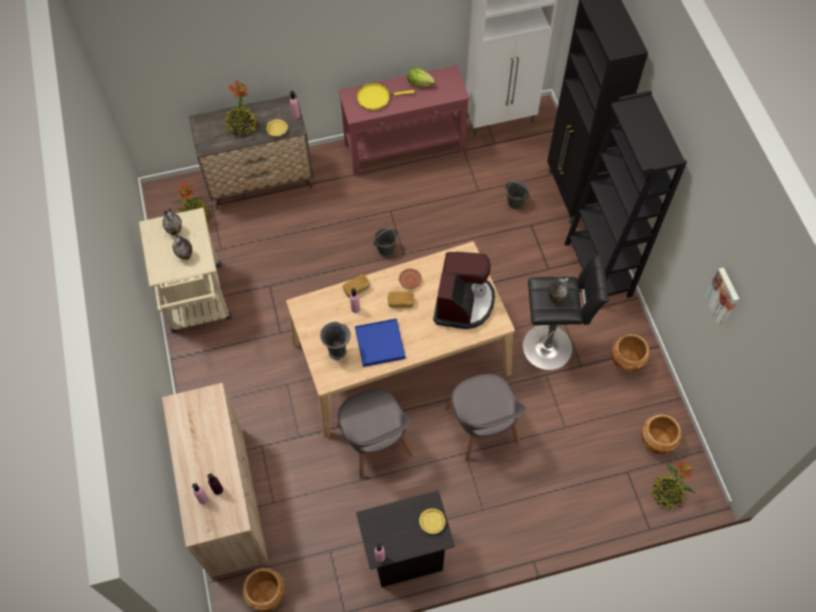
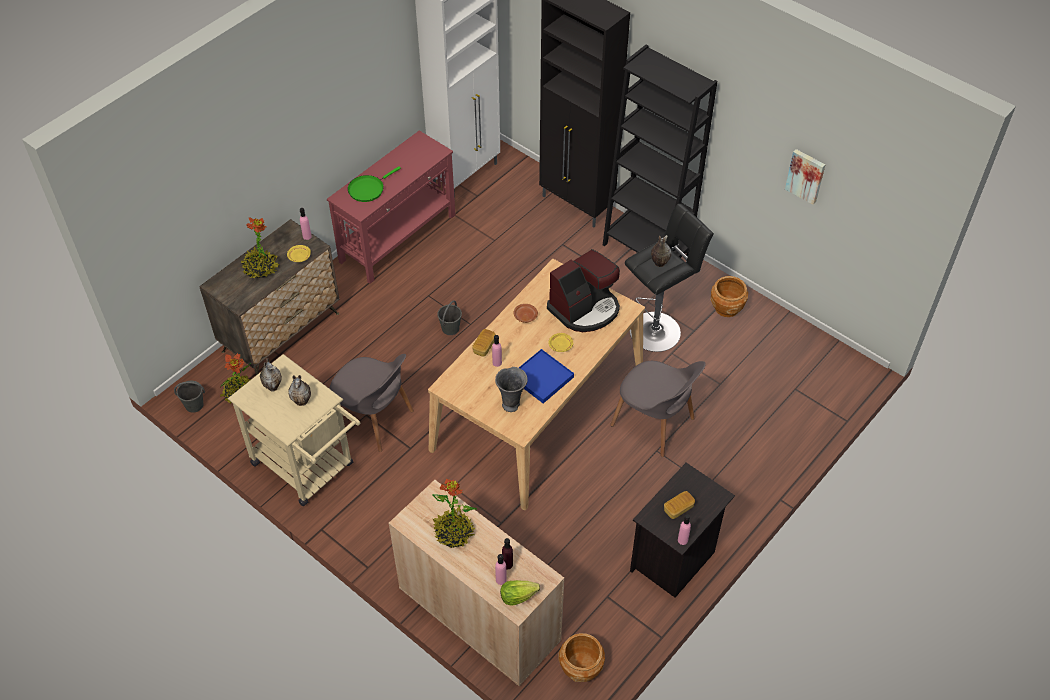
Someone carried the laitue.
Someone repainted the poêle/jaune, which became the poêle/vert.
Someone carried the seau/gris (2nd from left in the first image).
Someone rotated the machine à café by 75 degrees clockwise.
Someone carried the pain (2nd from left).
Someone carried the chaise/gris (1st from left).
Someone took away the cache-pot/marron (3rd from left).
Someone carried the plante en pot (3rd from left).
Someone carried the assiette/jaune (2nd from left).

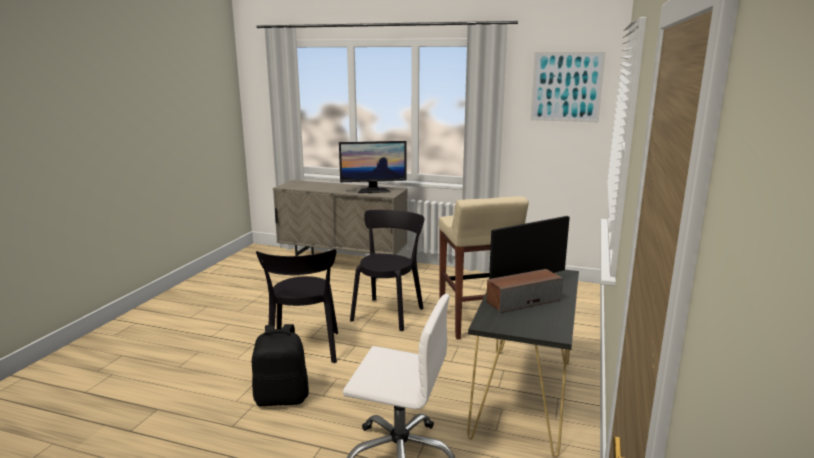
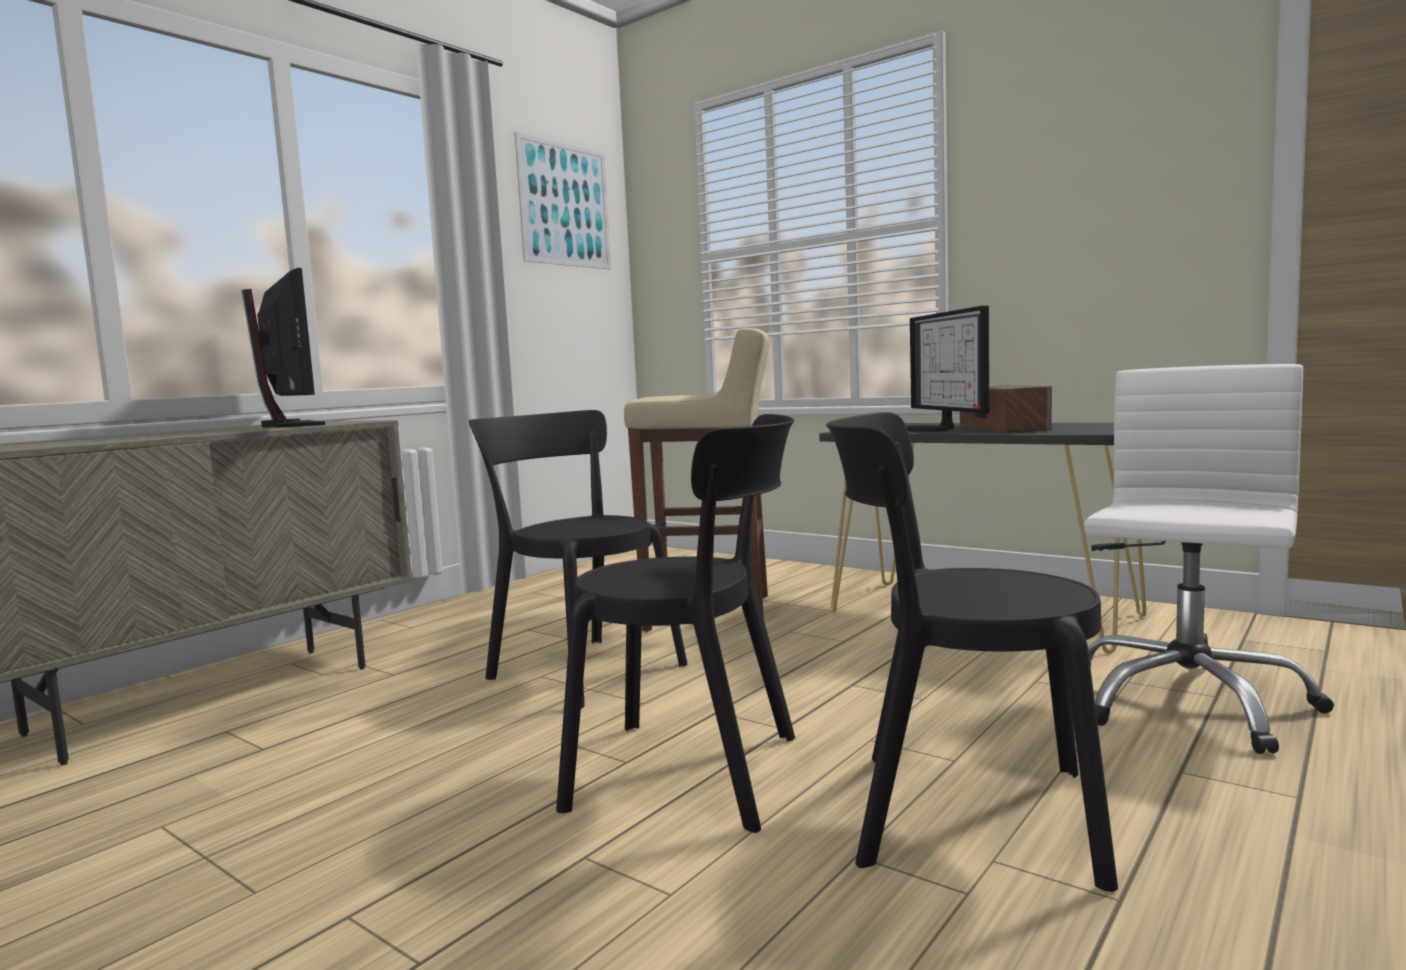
Someone rotated the écran d'ordinateur (1st from left) by 45 degrees counterclockwise.
Someone swapped the sac à dos/noir for the chaise/noir (3rd from left).

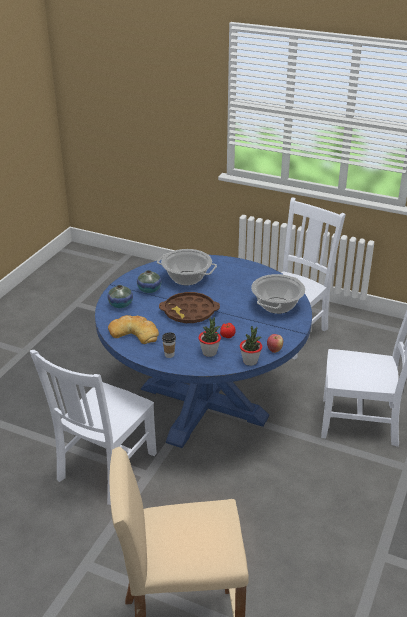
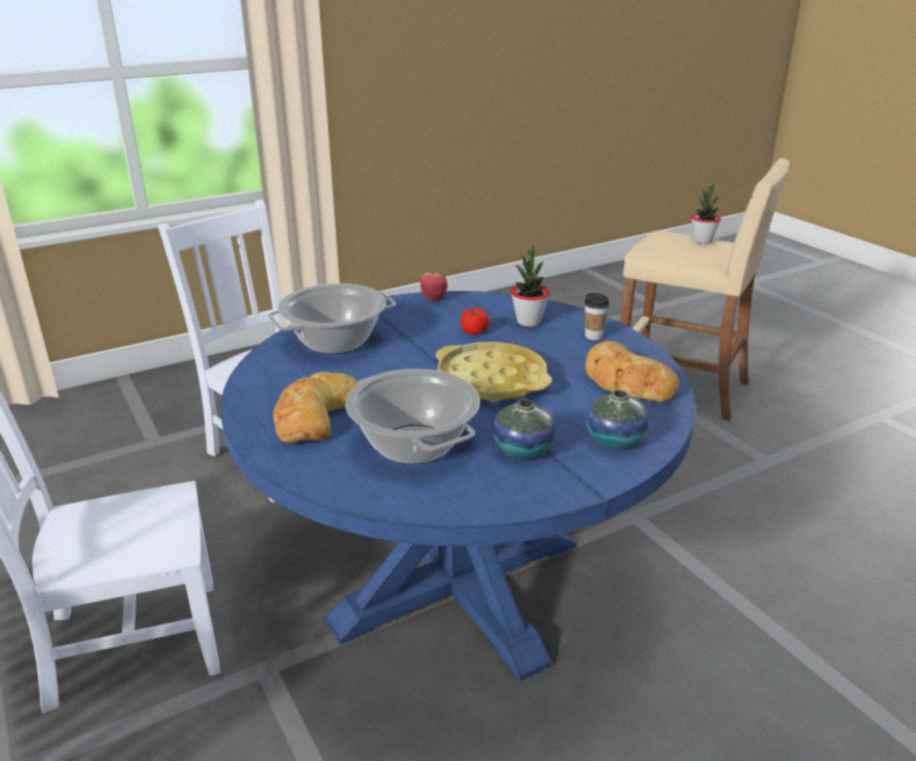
Someone repainted the plateau/marron, which became the plateau/jaune.
Someone carried the plante en pot (2nd from left).
Someone took away the chaise/blanc (1st from left).
Someone put down the pain (1st from left).

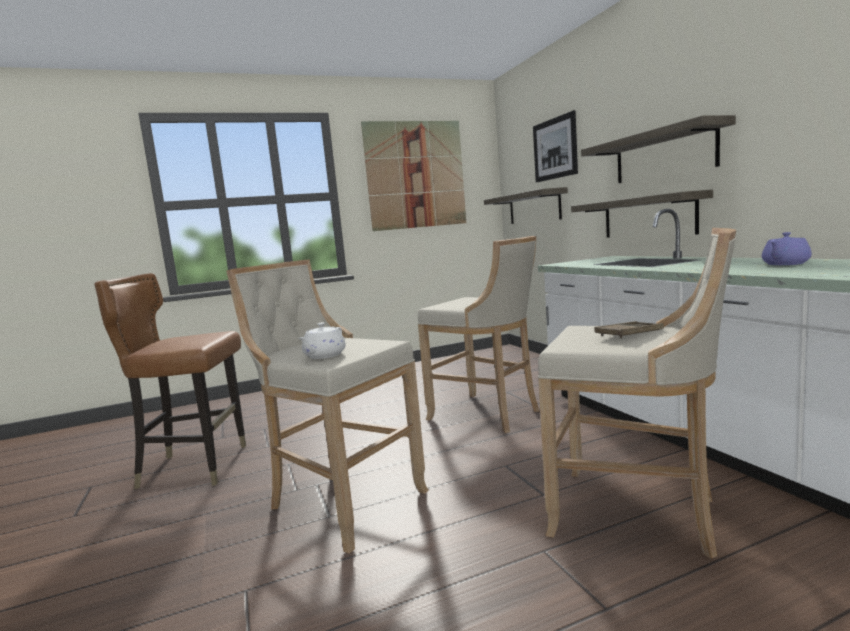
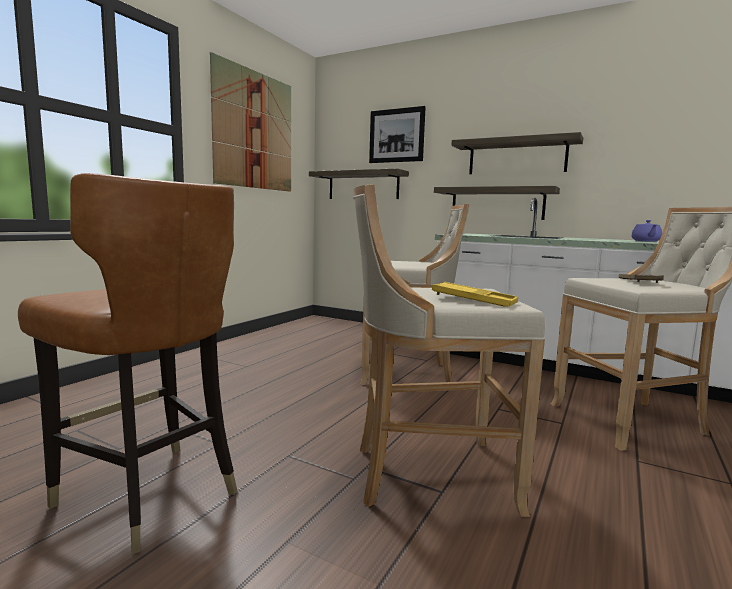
Someone rotated the chaise/marron by 105 degrees counterclockwise.
Someone swapped the théière/blanc for the plateau/jaune.

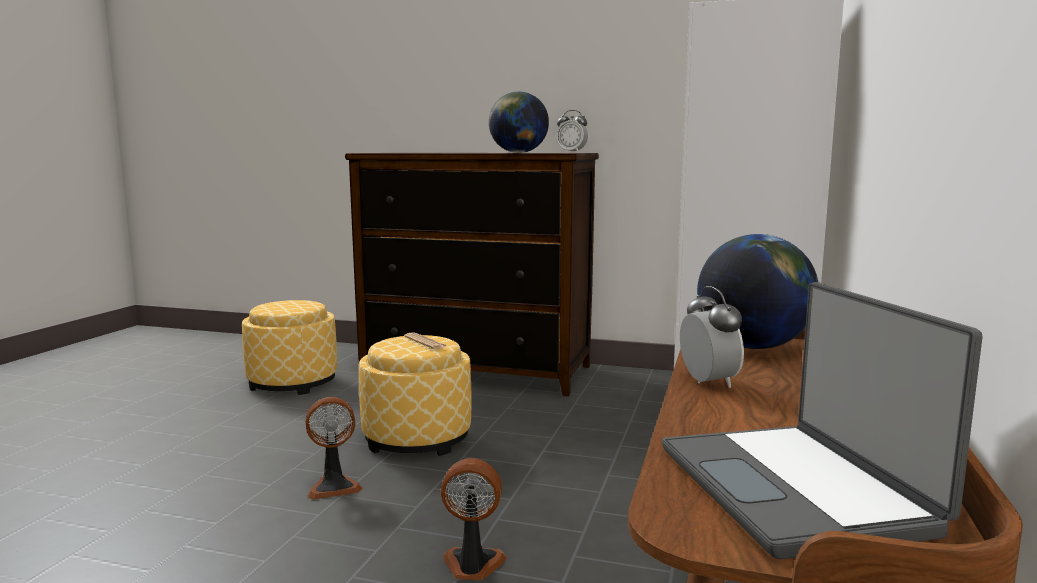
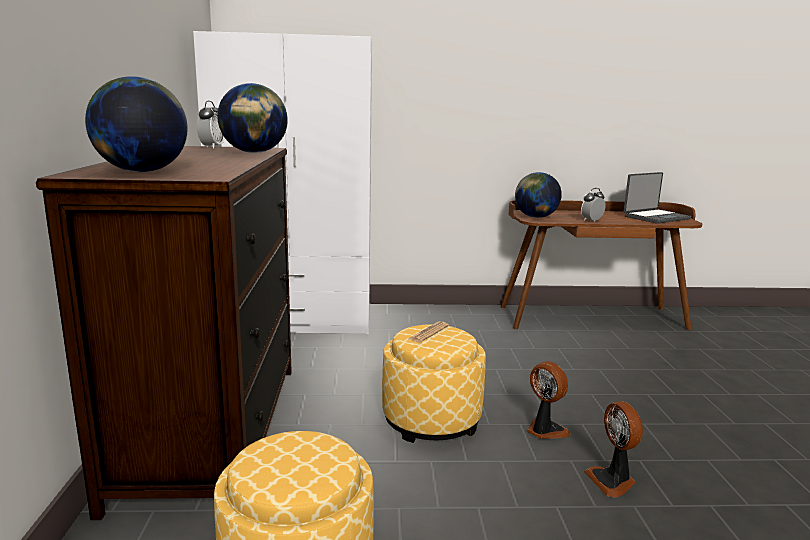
Someone carried the ventilateur (2nd from left).
Someone put down the globe (1st from left).

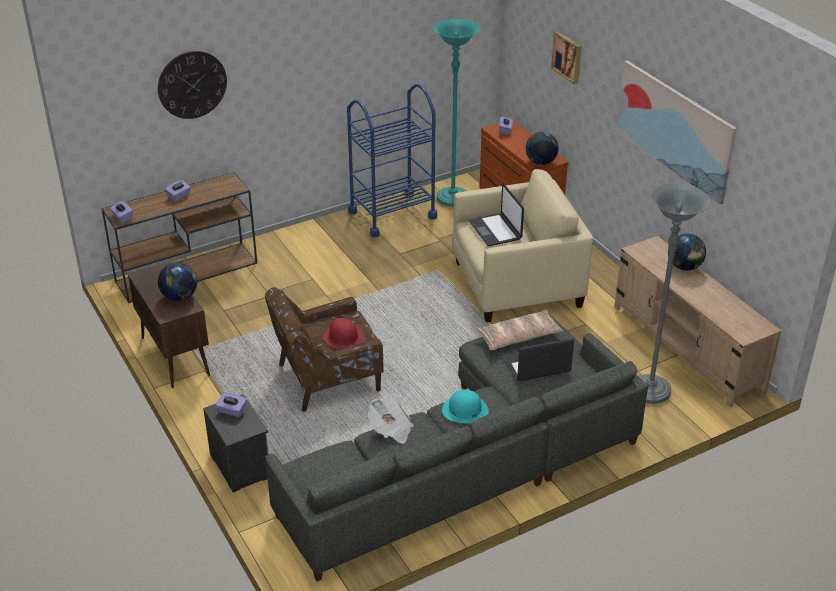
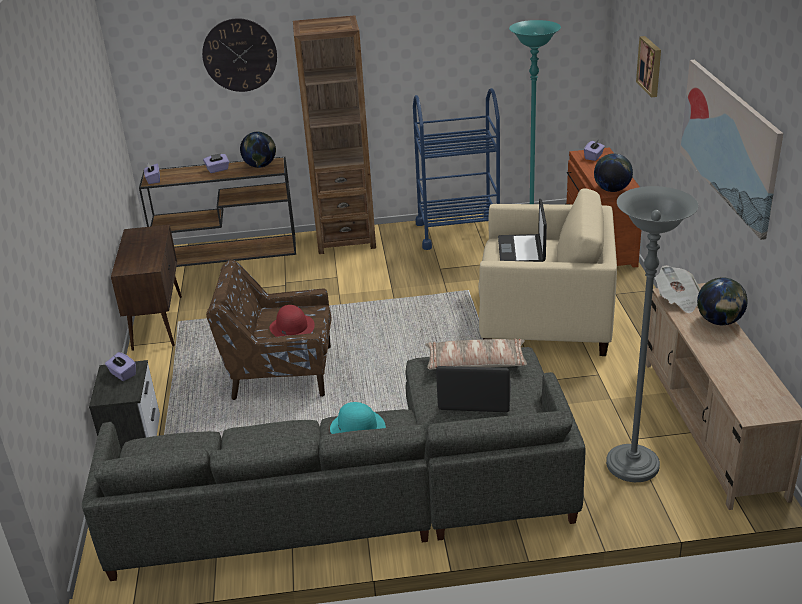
Someone carried the globe (1st from left).
Someone carried the journal.
Someone put down the bibliothèque/marron.

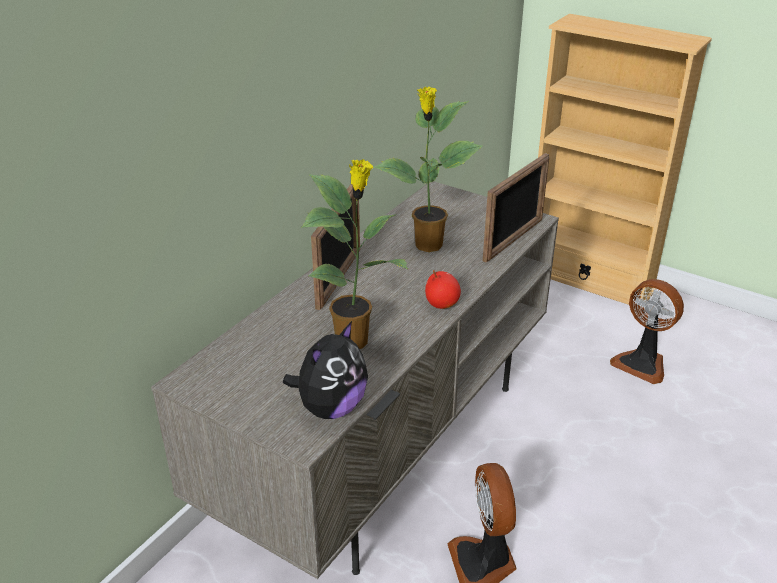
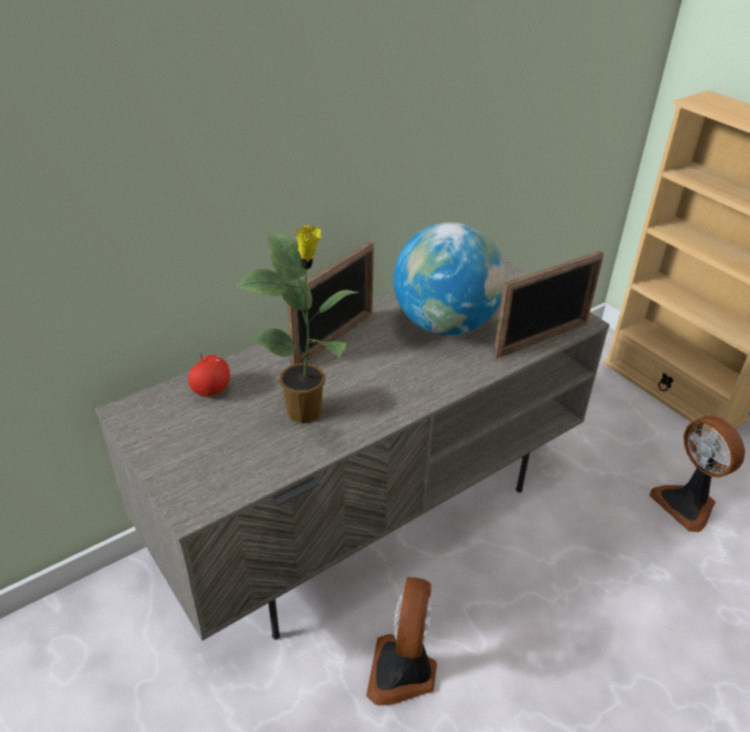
Someone swapped the plante en pot (2nd from left) for the globe.
Someone carried the pomme.
Someone took away the peluche.

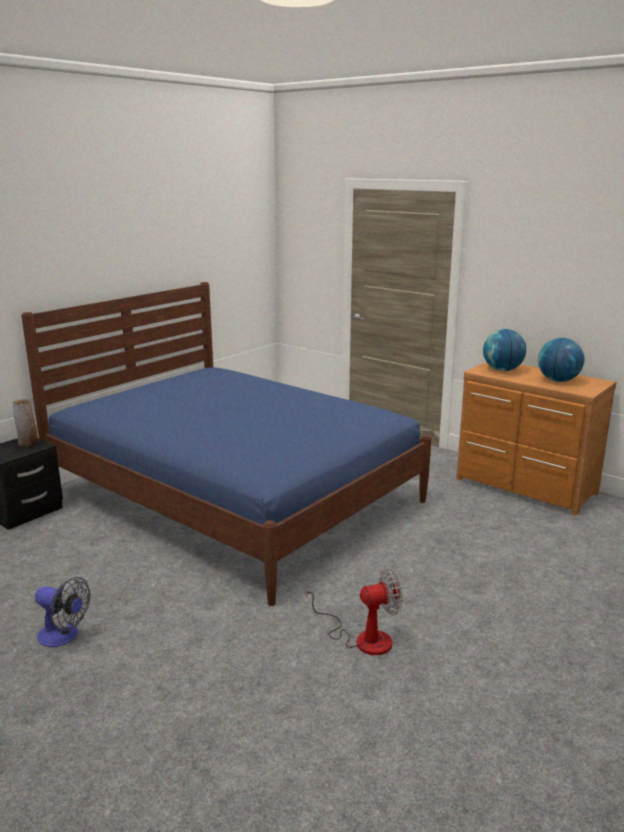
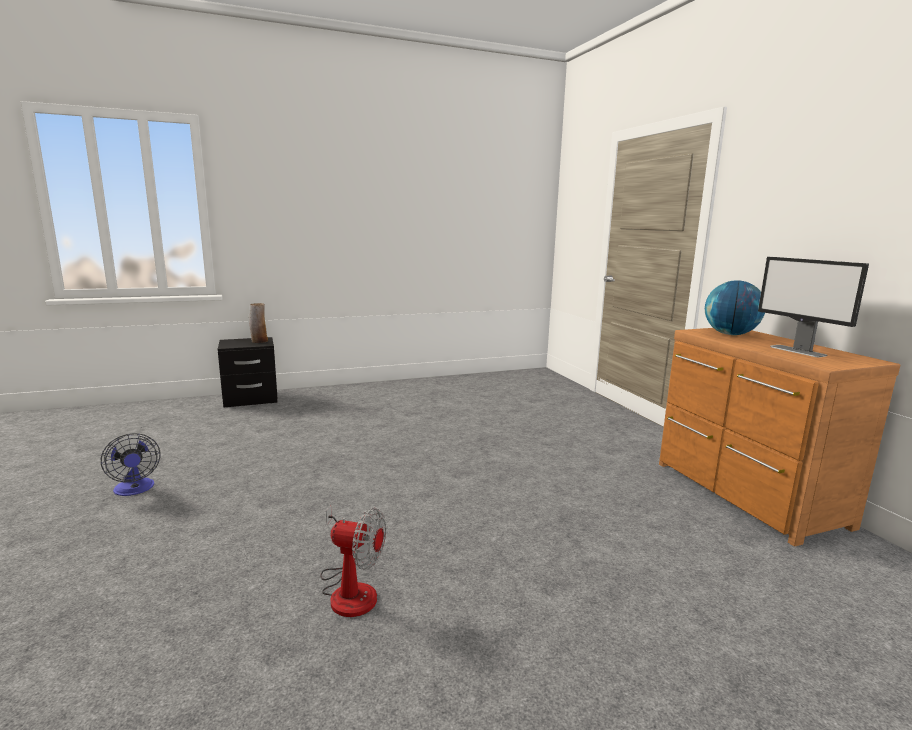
Someone took away the lit/bleu.
Someone swapped the globe (2nd from left) for the écran d'ordinateur.

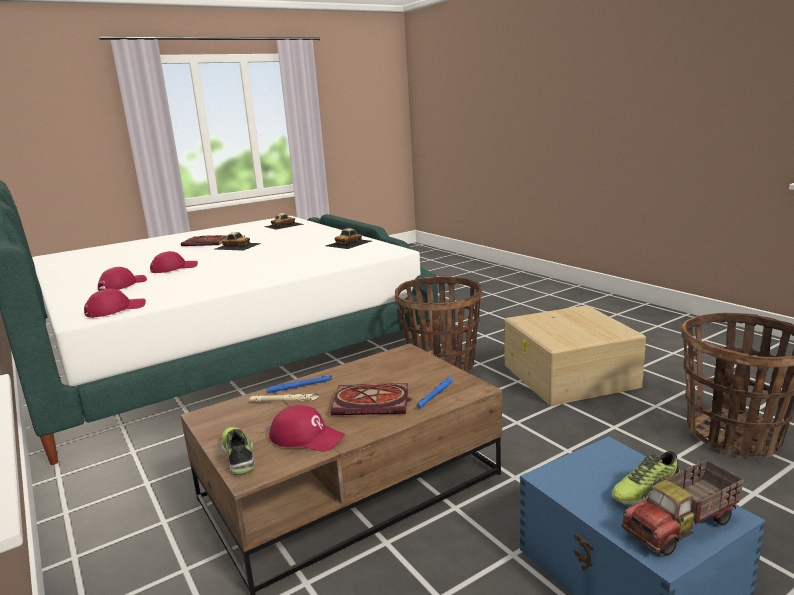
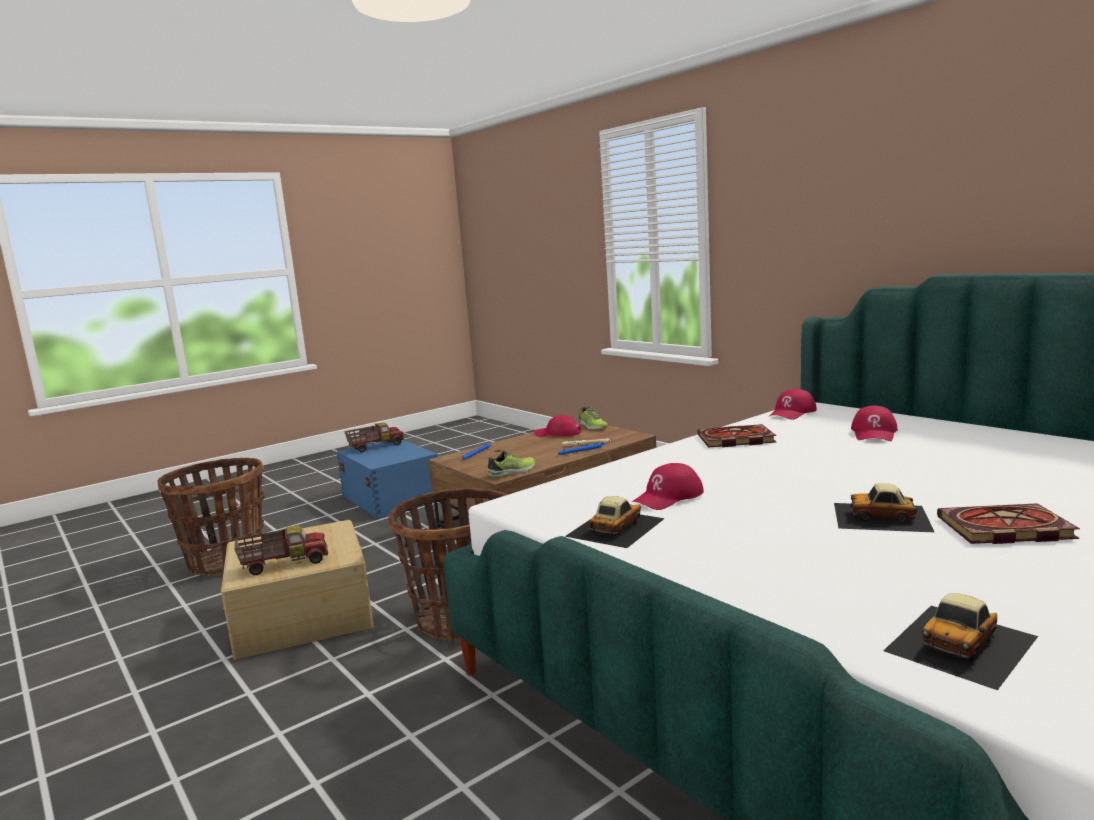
Someone carried the casquette/rouge (3rd from left in the first image).
Someone carried the livre (2nd from left in the first image).
Someone carried the chaussure (2nd from left in the first image).
Someone put down the camion jouet (1st from left).

